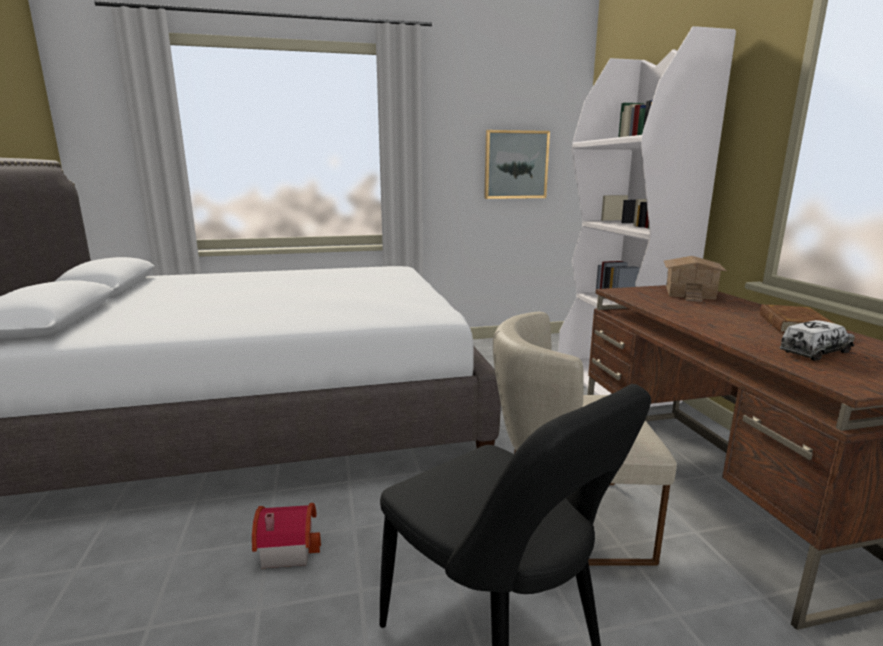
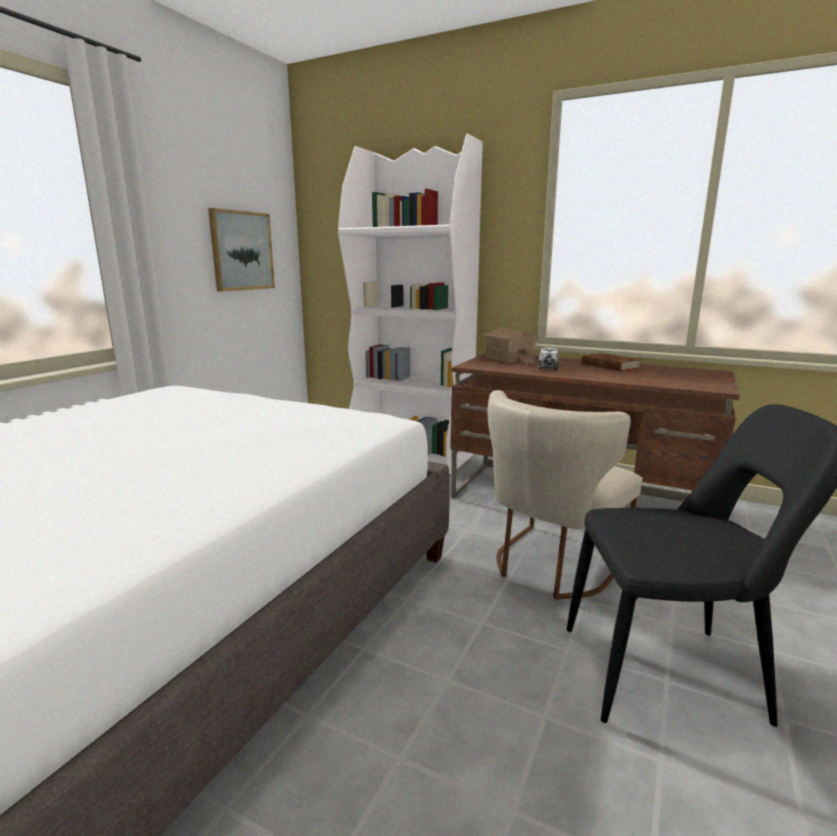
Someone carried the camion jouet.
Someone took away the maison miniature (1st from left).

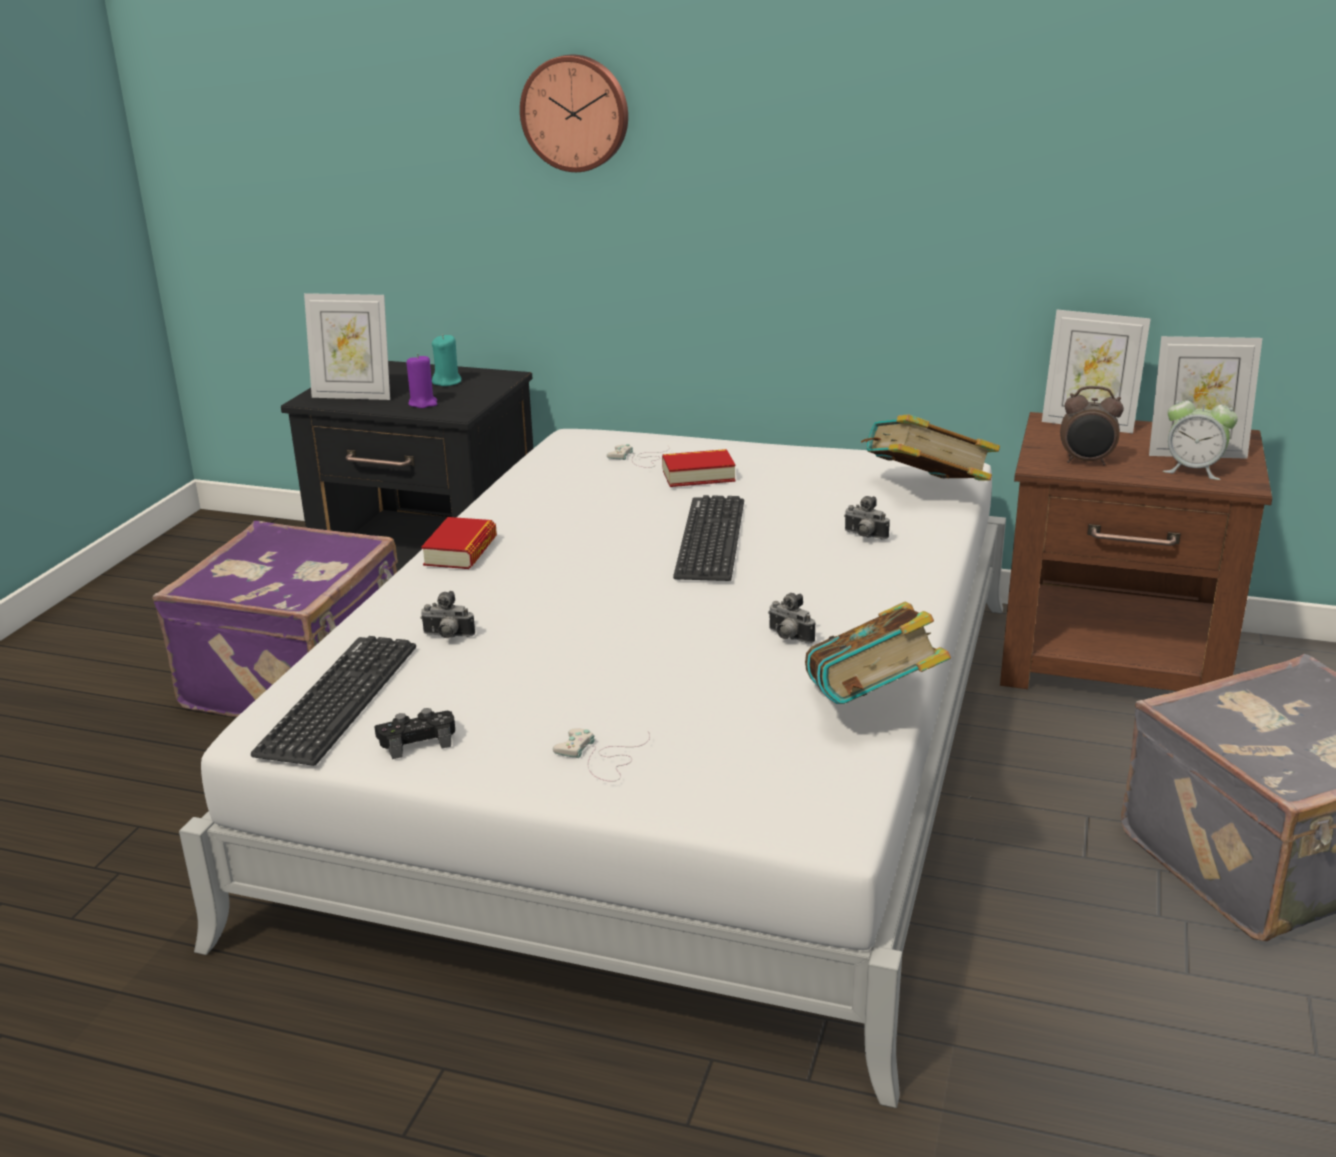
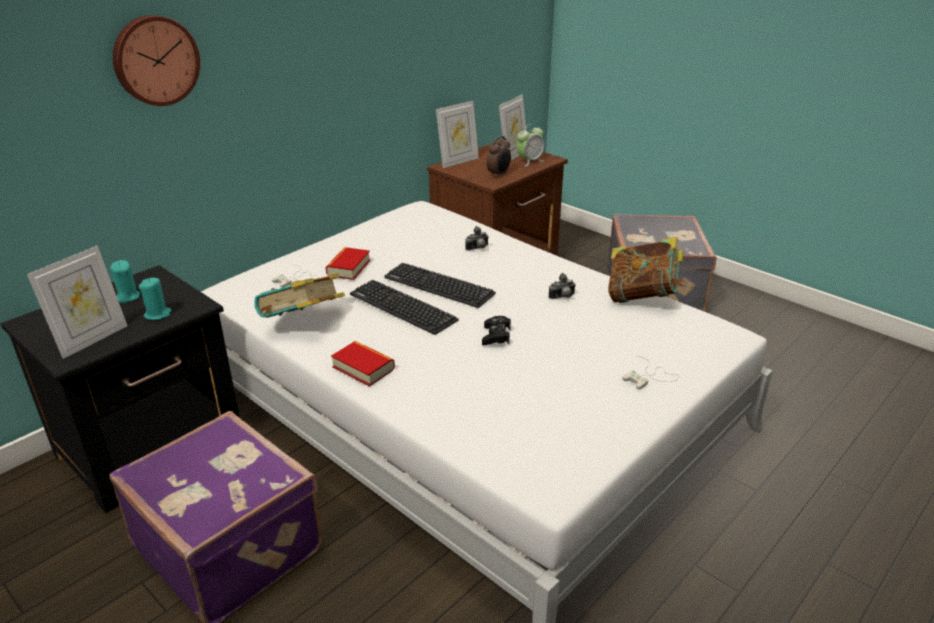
Someone repainted the bougie/violet, which became the bougie/turquoise (2nd from left).
Someone carried the livre (4th from left in the first image).
Someone took away the appareil photo (1st from left).
Someone carried the clavier (1st from left).
Someone carried the manette/noir.

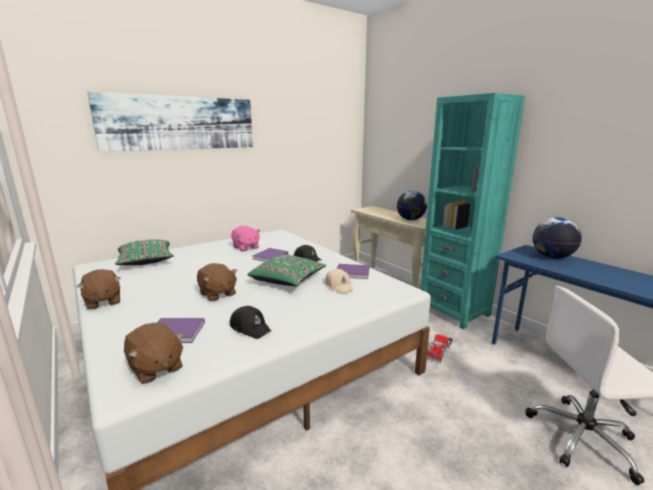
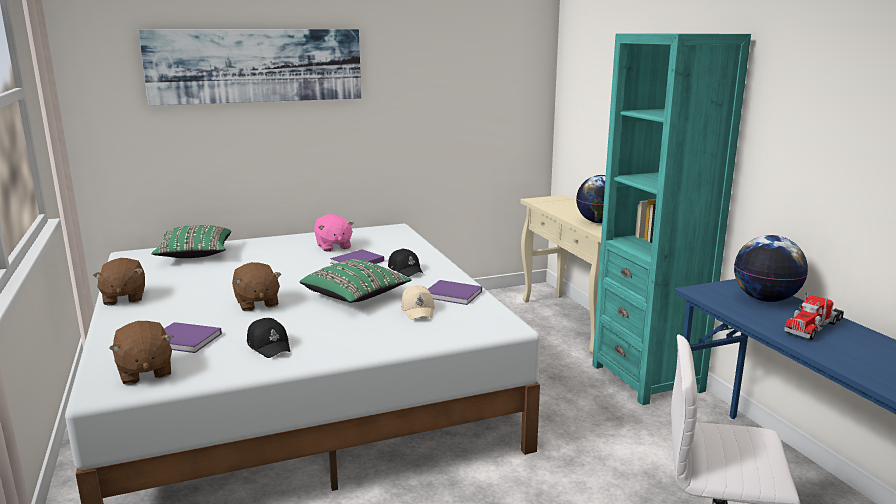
Someone carried the camion jouet.

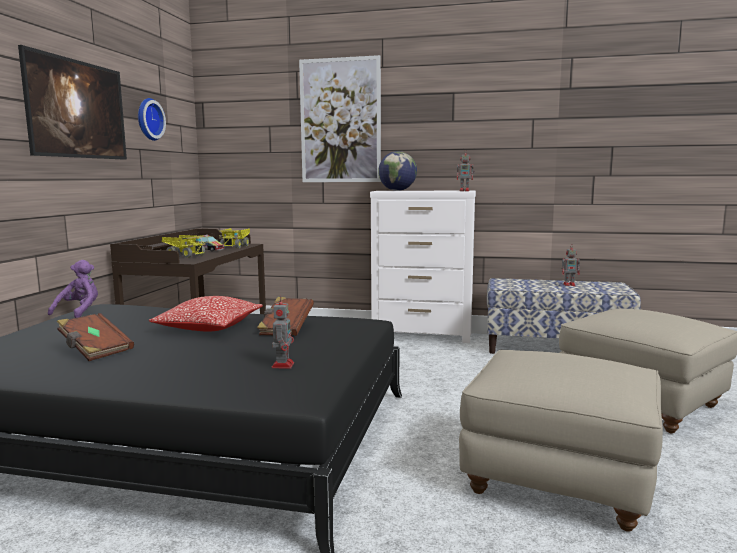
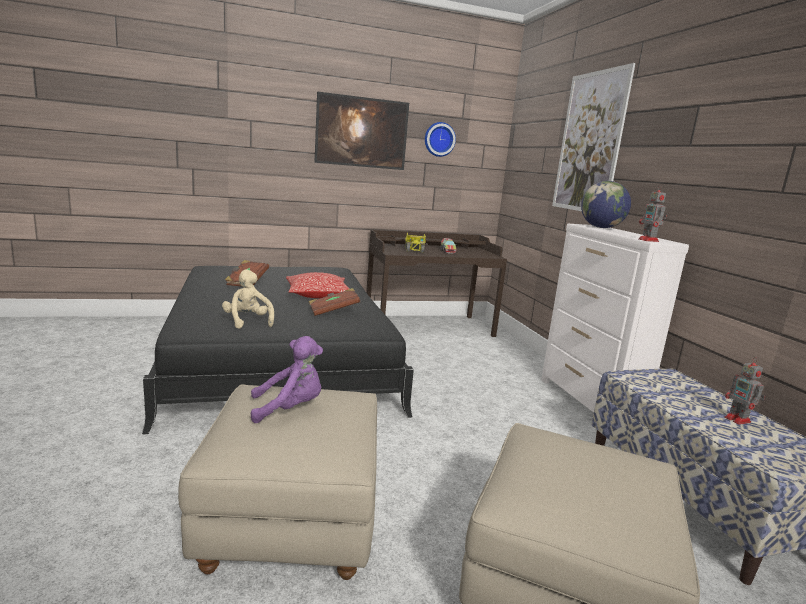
Someone took away the camion jouet (3rd from left).
Someone carried the peluche/violet.
Someone swapped the robot jouet (1st from left) for the peluche/beige.

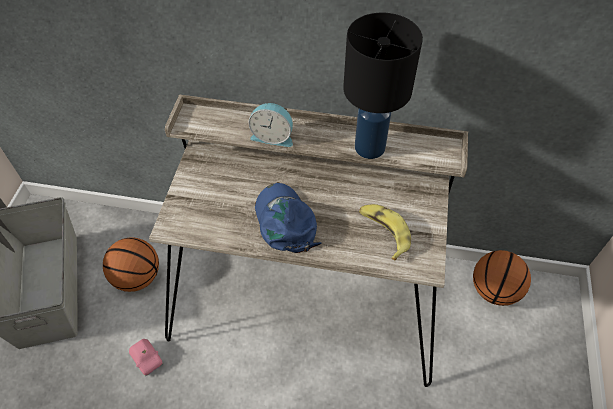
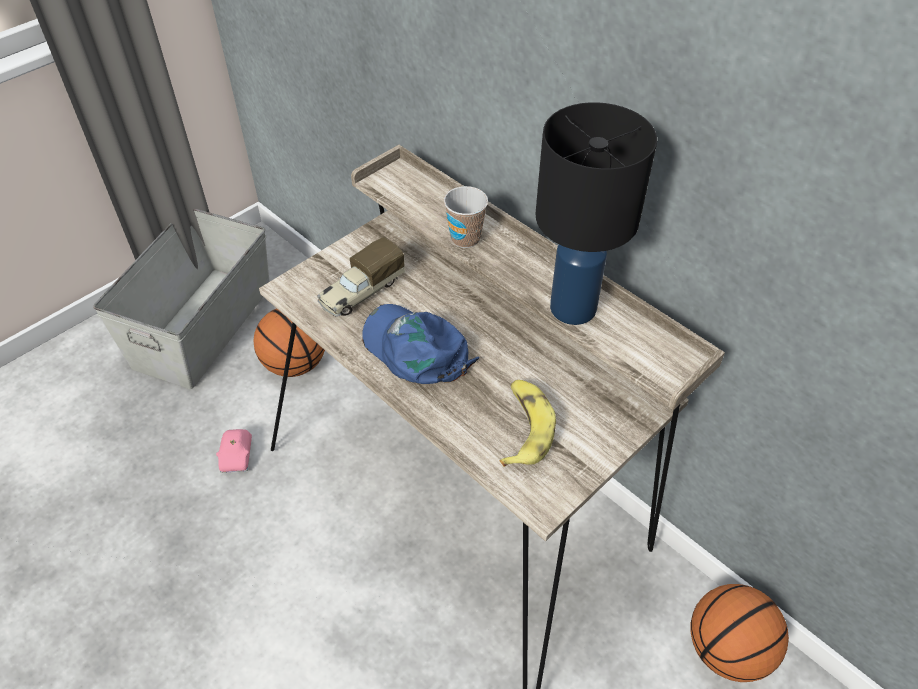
Someone swapped the réveil for the tasse.
Someone rotated the casquette/bleu by 60 degrees counterclockwise.
Someone put down the camion jouet.

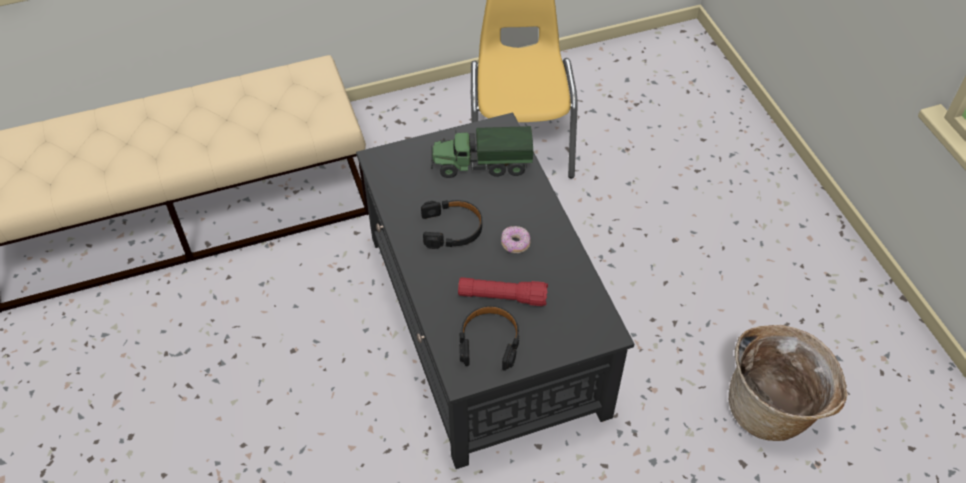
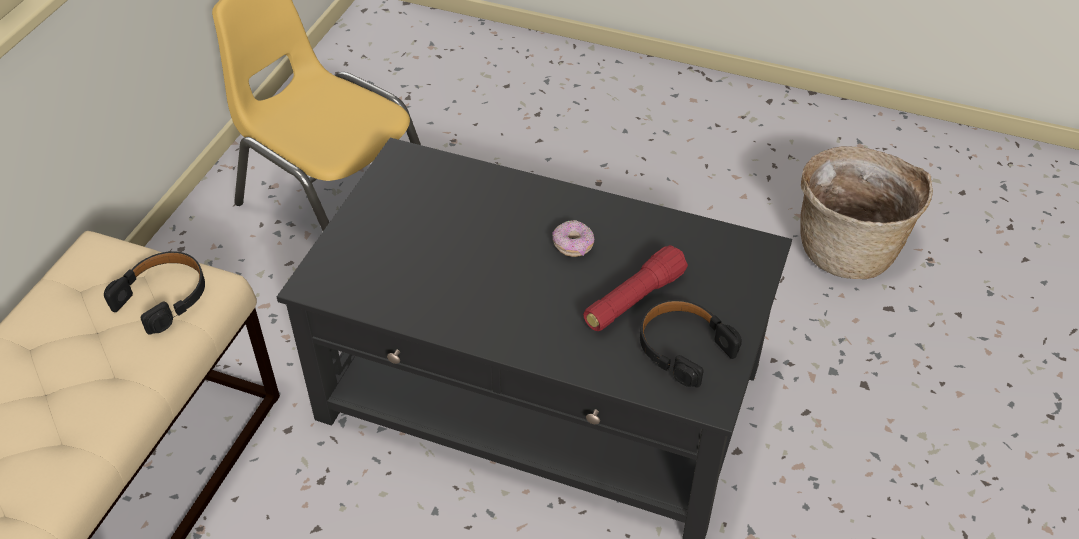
Someone took away the camion jouet.
Someone carried the casque audio/noir (1st from left).

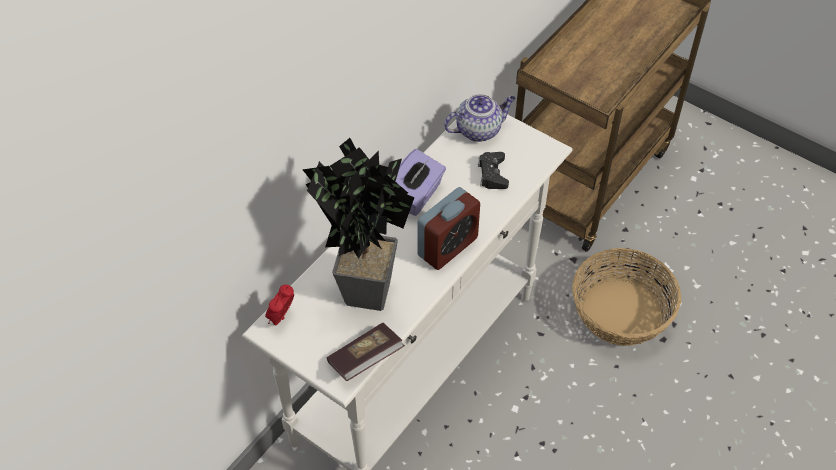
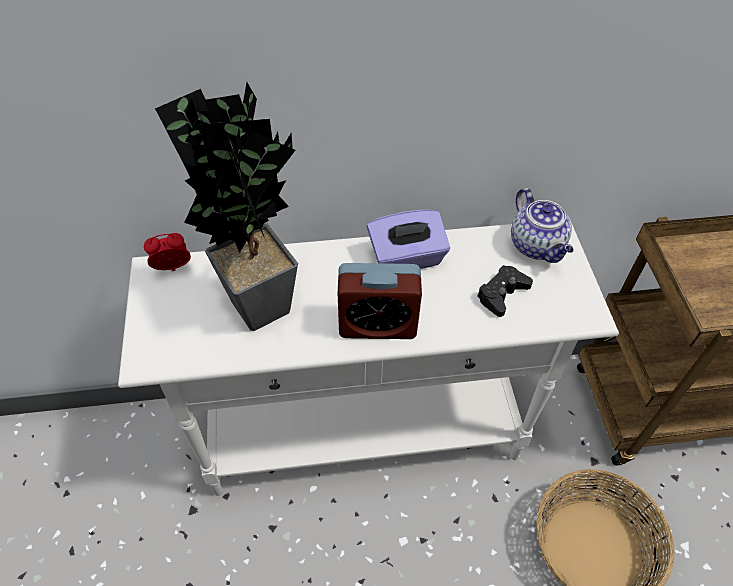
Someone rotated the théière by 45 degrees clockwise.
Someone took away the livre.

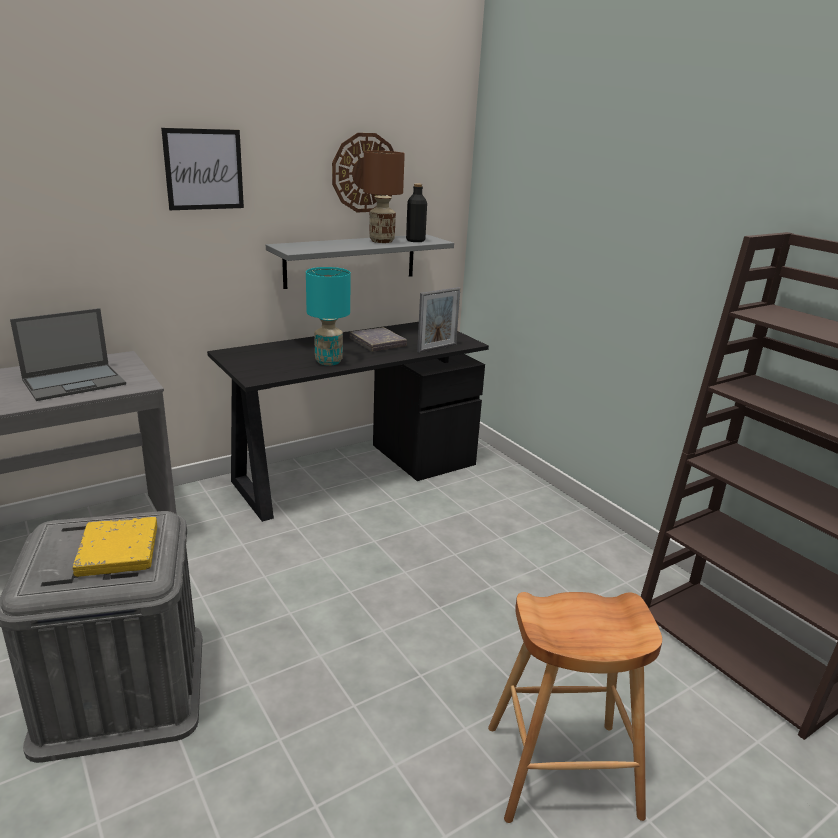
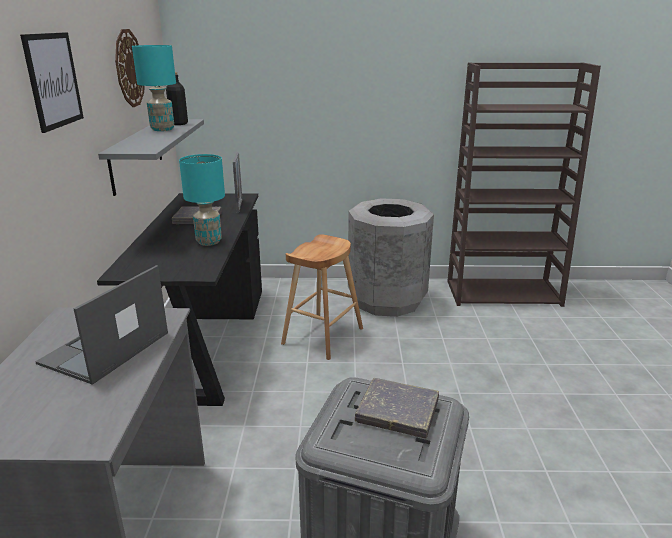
Someone repainted the lampe de table/marron, which became the lampe de table/turquoise (1st from left).
Someone rotated the ordinateur portable by 150 degrees counterclockwise.
Someone repainted the livre/jaune, which became the livre/gris (2nd from left).
Someone carried the tabouret/marron.
Someone put down the poubelle/gris.

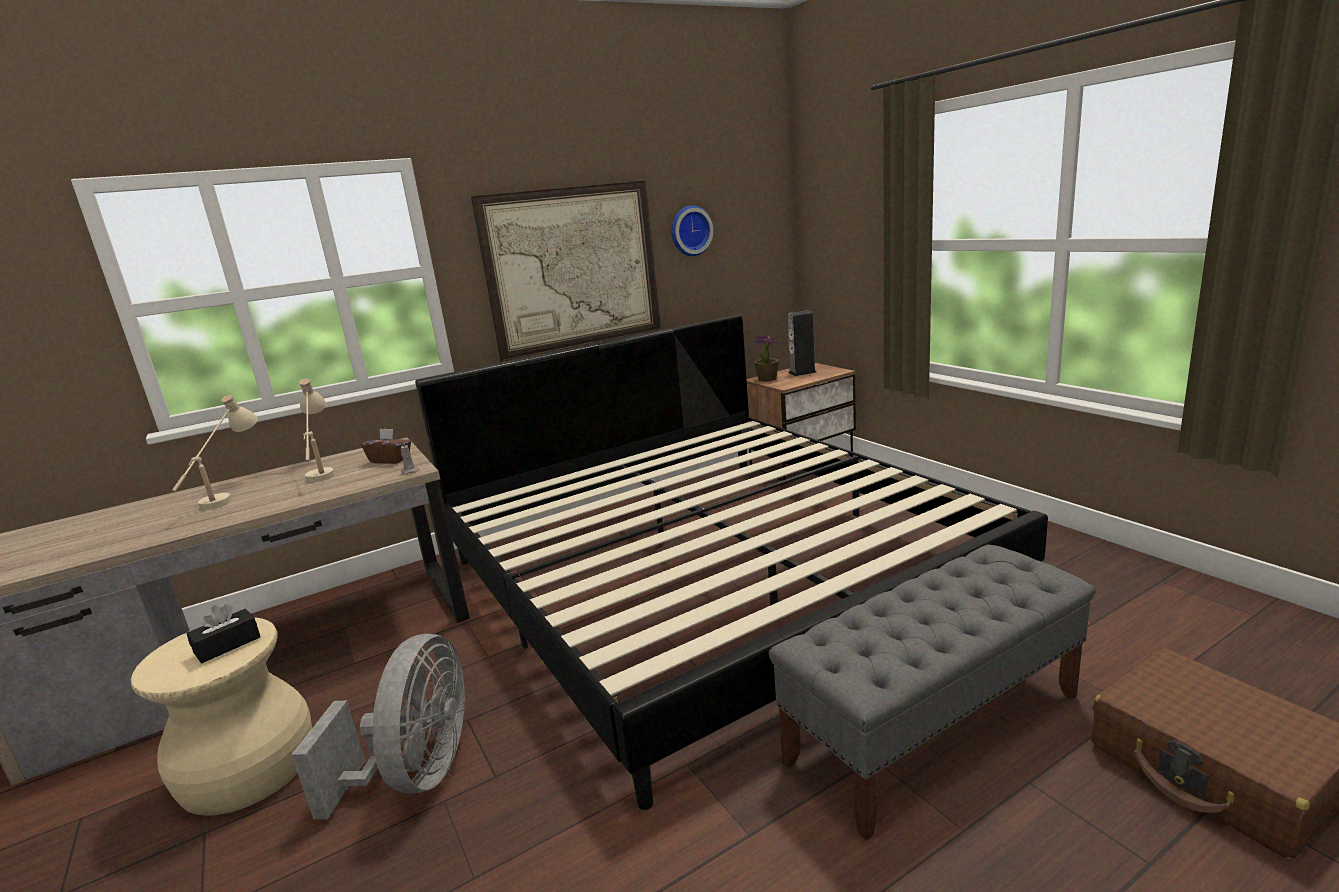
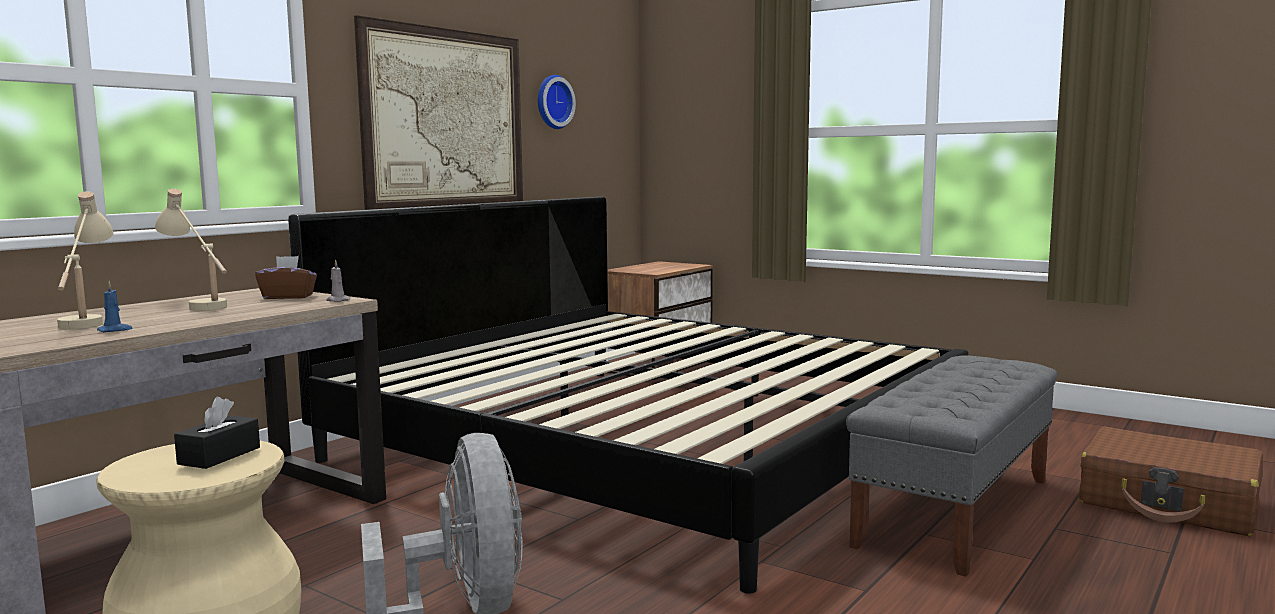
Someone took away the enceinte.
Someone took away the plante en pot.
Someone put down the bougie/bleu.

